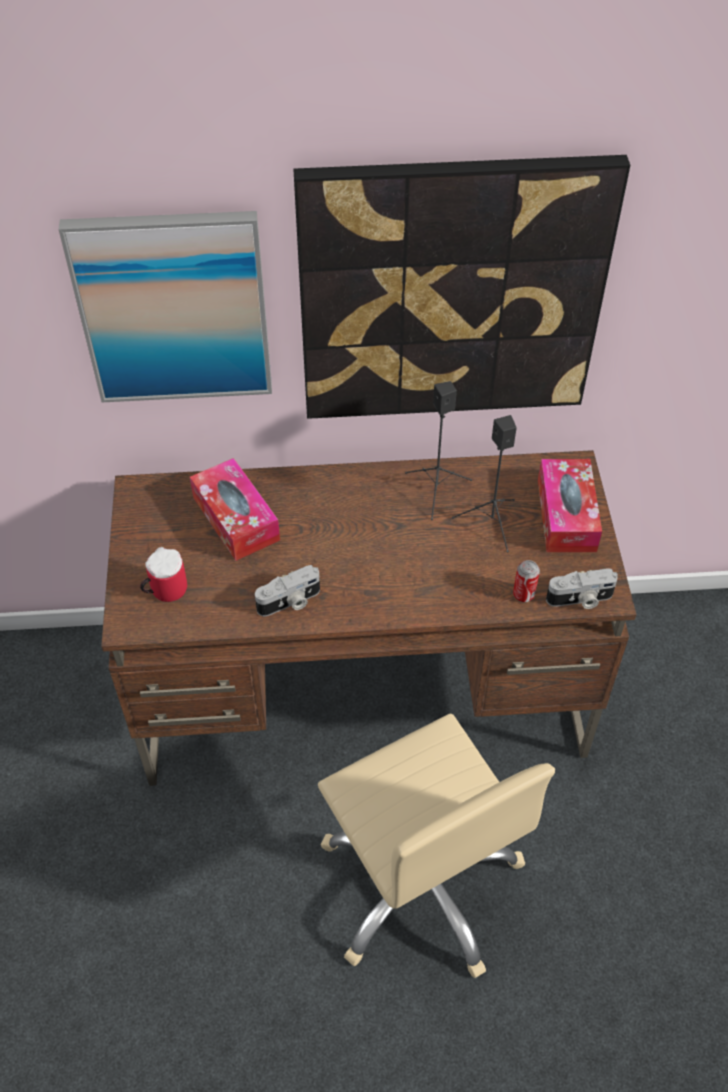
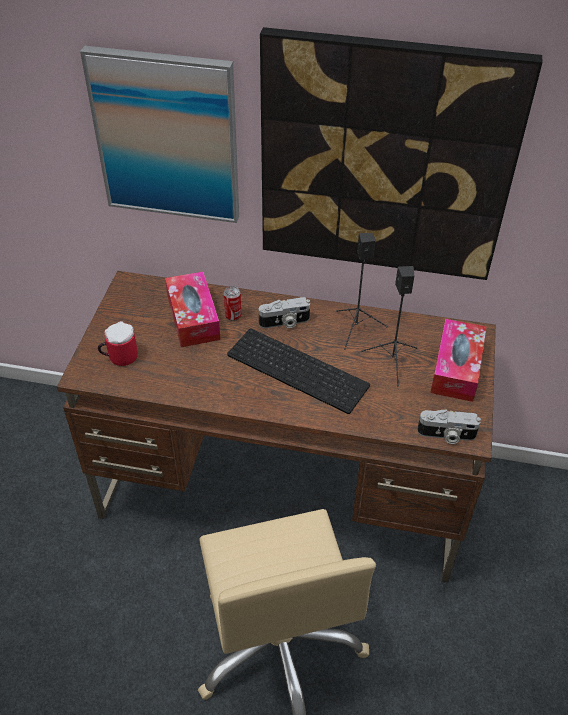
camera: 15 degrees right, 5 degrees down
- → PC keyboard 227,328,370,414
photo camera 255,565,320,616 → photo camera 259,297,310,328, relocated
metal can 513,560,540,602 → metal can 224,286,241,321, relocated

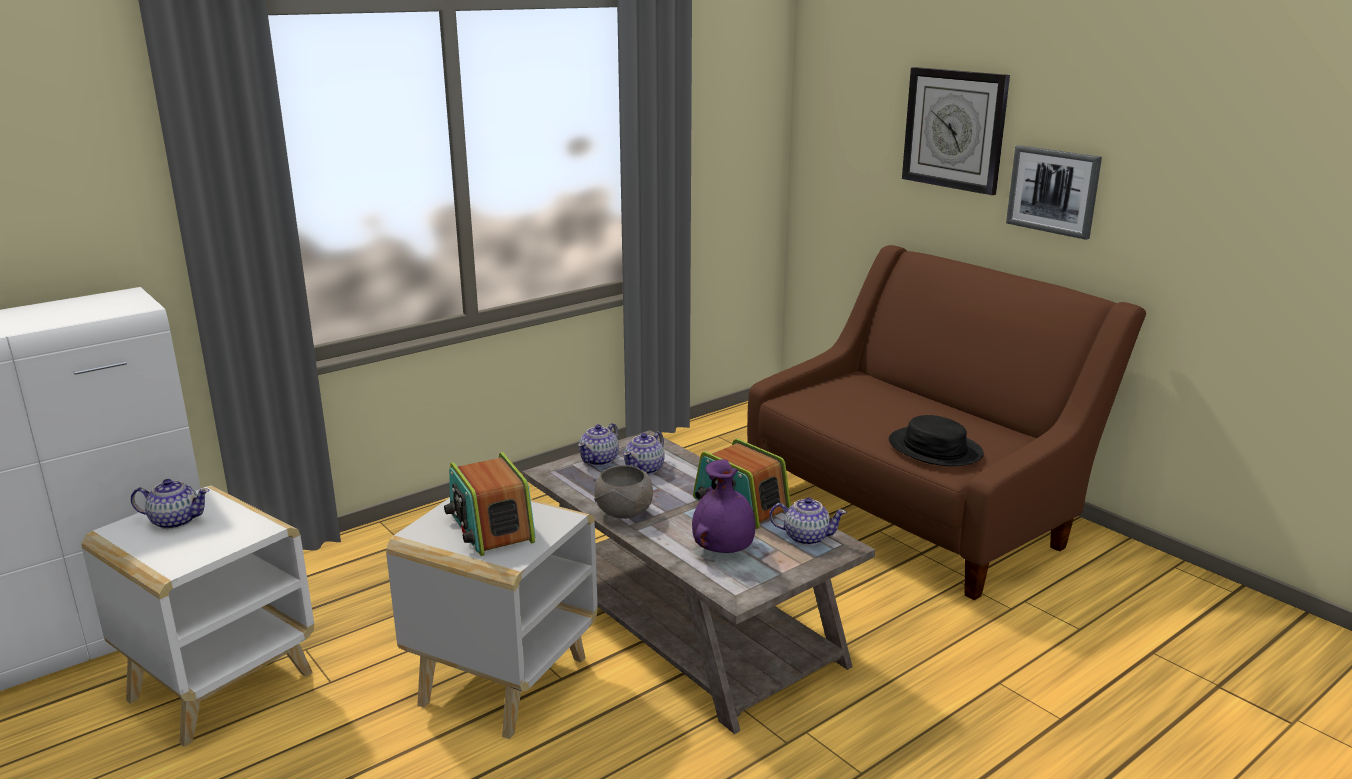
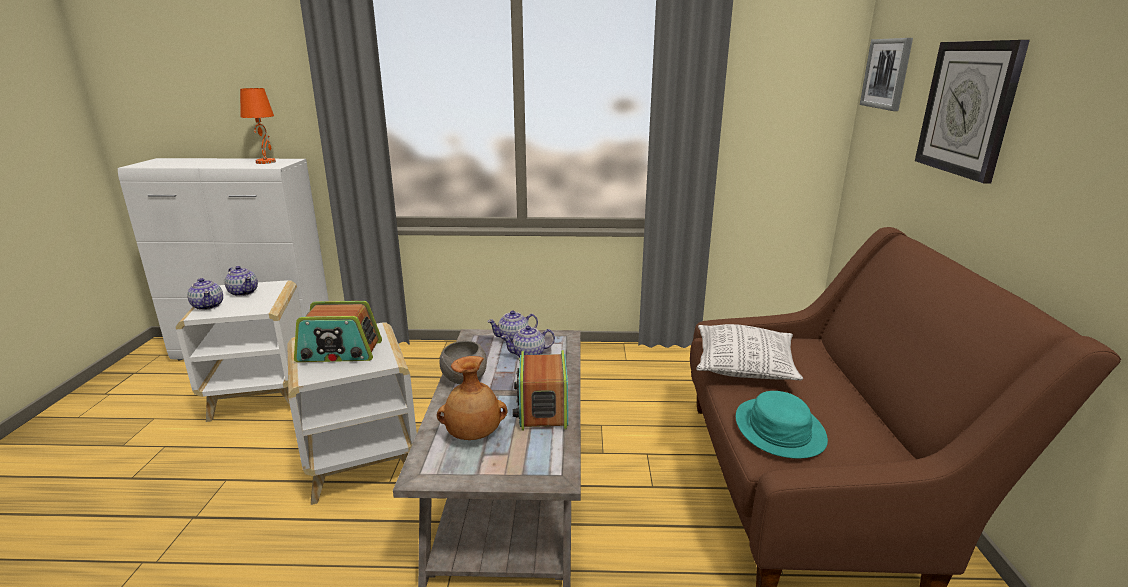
camera: 40 degrees right, 0 degrees up
- → tabletop lamp in orangey 240,88,276,164
- → pillow 696,324,803,380
teapot 769,497,847,546 → teapot 187,278,223,310, relocated
wall picture 1006,145,1102,240 → wall picture 860,38,913,111, relocated
decorative vase in purplish 692,459,755,553 → decorative vase in brown-coloured 437,356,507,440
wearable hat in blackish 889,415,984,466 → wearable hat in blue-green 736,391,828,459
radio receiver 444,452,535,556 → radio receiver 294,301,382,362, 105 degrees counterclockwise

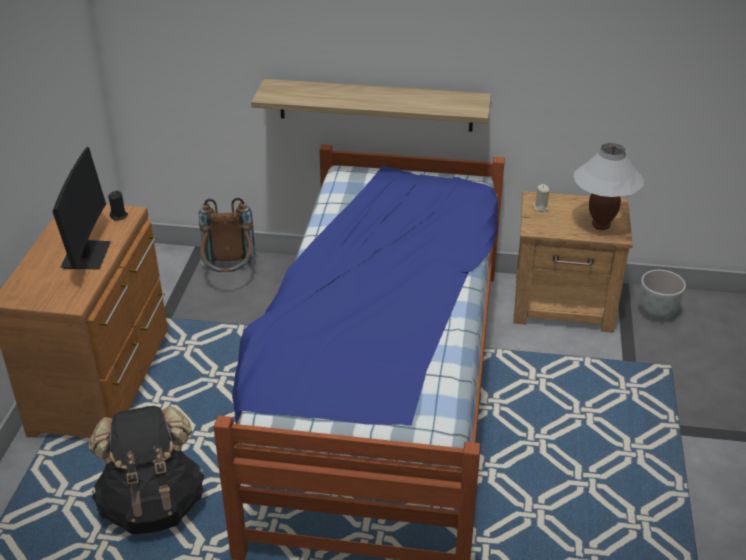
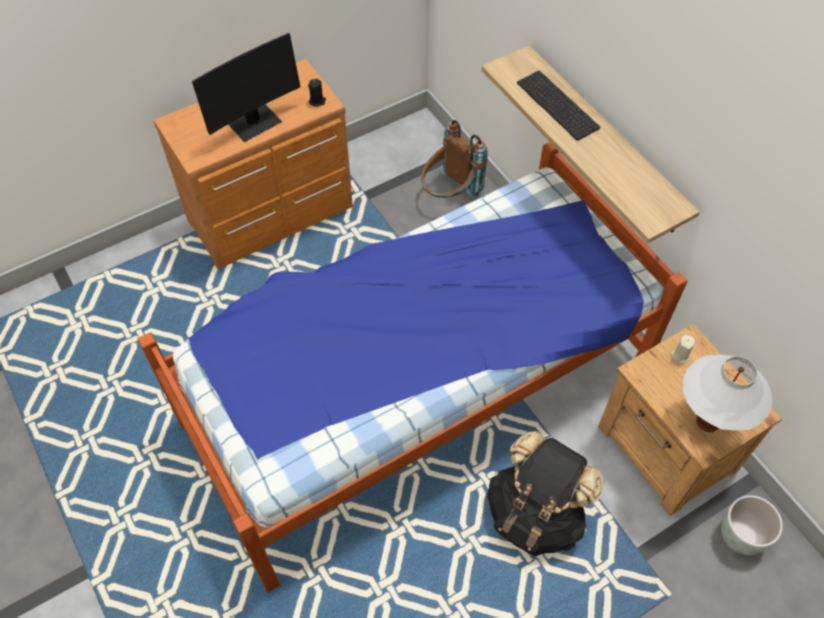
camera: 50 degrees right, 20 degrees up
- → PC keyboard 517,71,600,141
knapsack in blackish 89,406,205,534 → knapsack in blackish 487,431,604,556, relocated

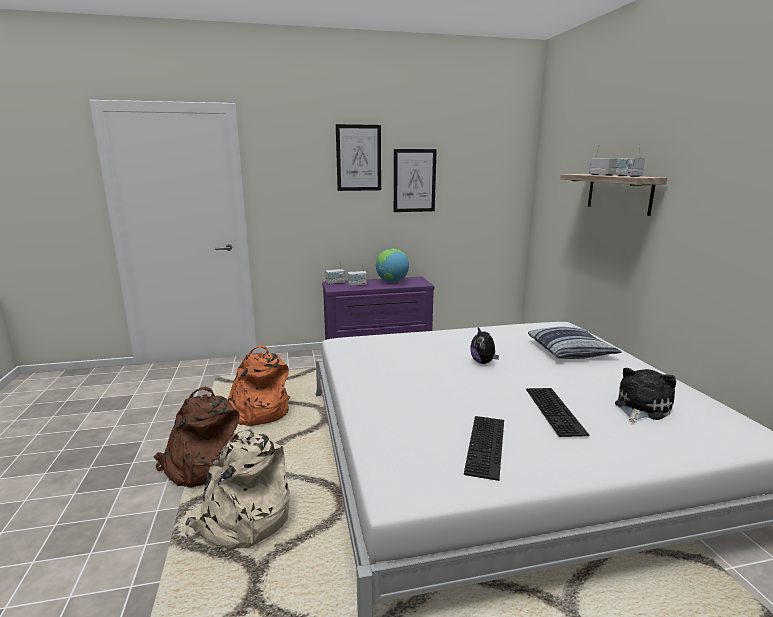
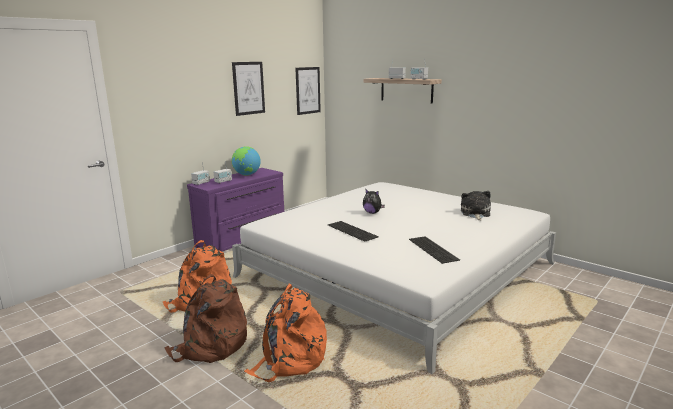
camera: 35 degrees left, 0 degrees up
pillow 528,327,622,359 → -
wall picture 336,124,381,191 → wall picture 295,67,321,115, relocated
PC keyboard 526,388,589,437 → PC keyboard 328,221,379,242, relocated
knapsack in sand-coloured 184,426,290,550 → knapsack in orangey 244,283,327,382

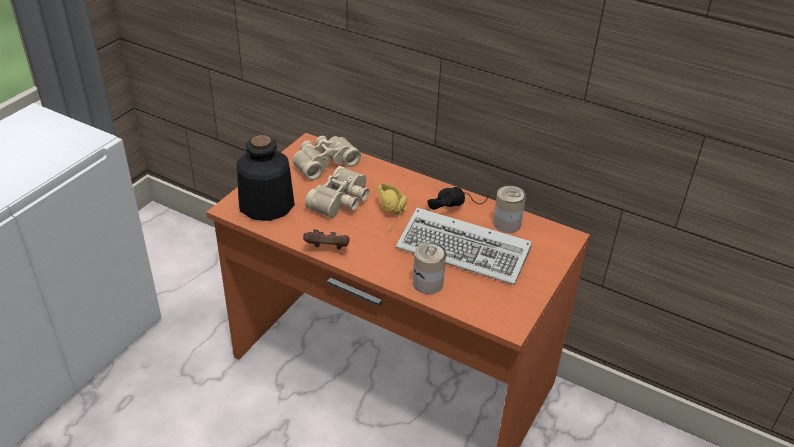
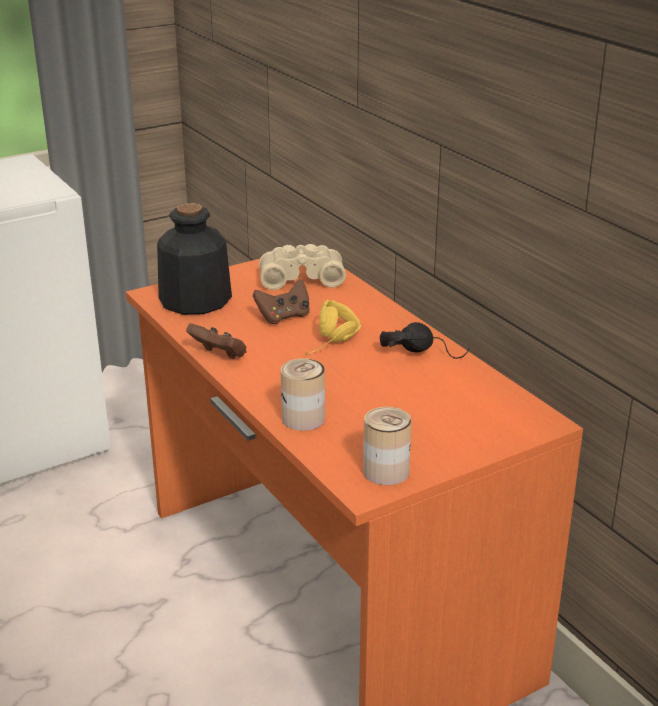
camera: 30 degrees right, 10 degrees down
PC keyboard 396,208,532,285 → -
metal can 493,186,526,233 → metal can 363,407,412,485, relocated
binoculars in sand-coloured 305,166,369,218 → joypad in brown-coloured 253,279,310,324

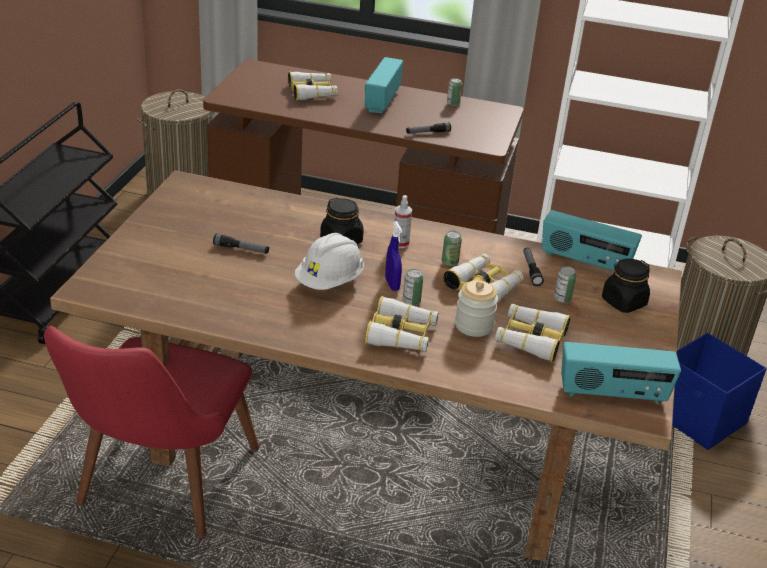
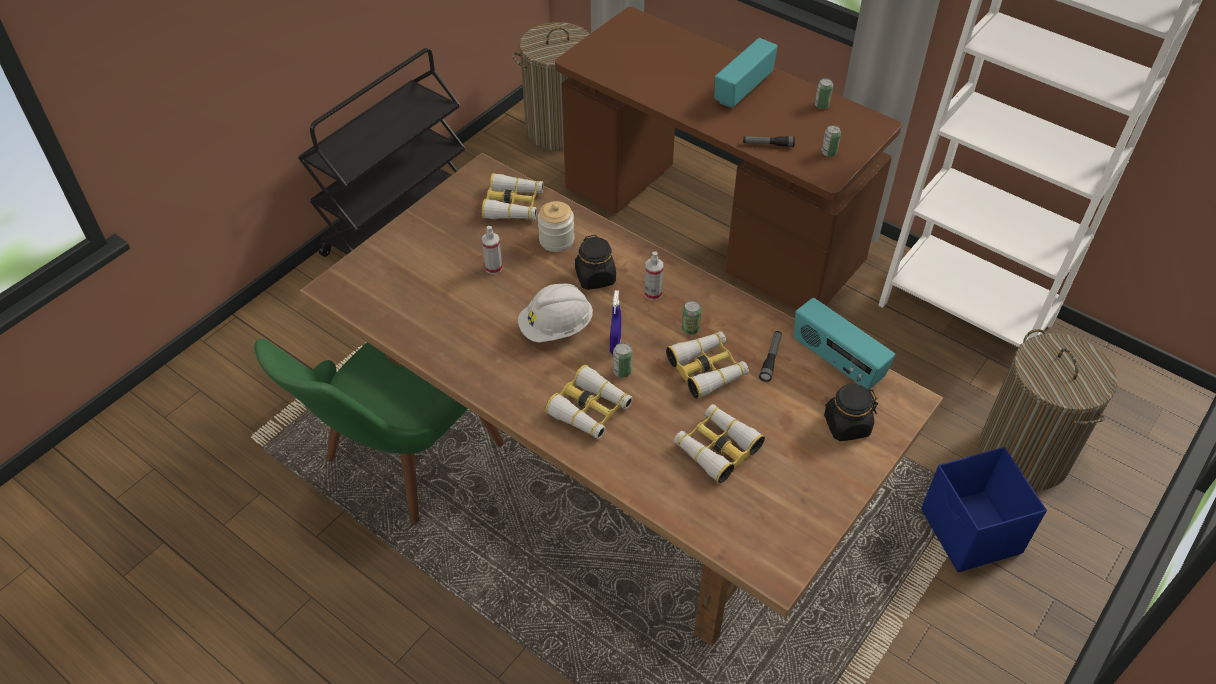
camera: 25 degrees right, 15 degrees up
radio receiver 561,342,681,404 → -
binoculars 288,72,338,100 → binoculars 482,173,544,220, relocated
jar 455,280,498,337 → jar 538,201,574,252, relocated
metal can 554,266,576,303 → metal can 821,125,841,157, relocated
hand torch 213,233,269,253 → spray bottle 482,226,503,274
upright chair in reddish 44,326,259,538 → upright chair in green-coloured 254,339,504,524

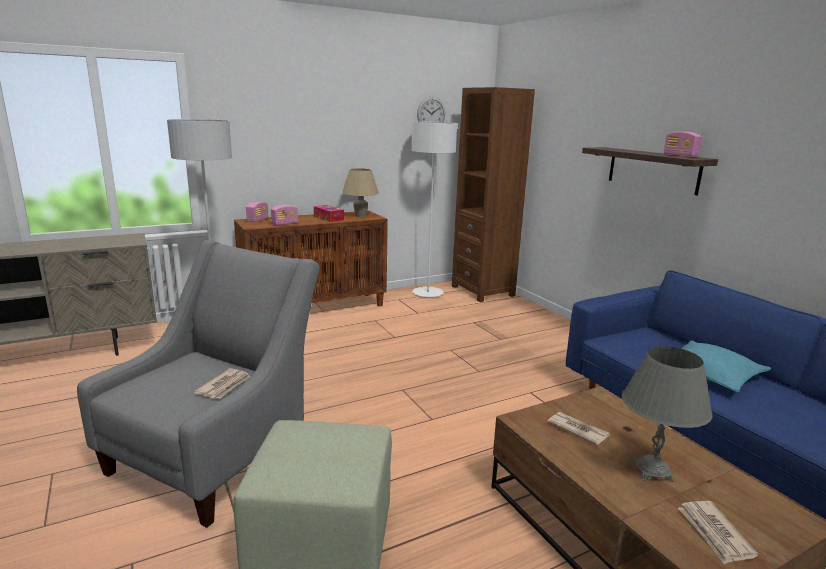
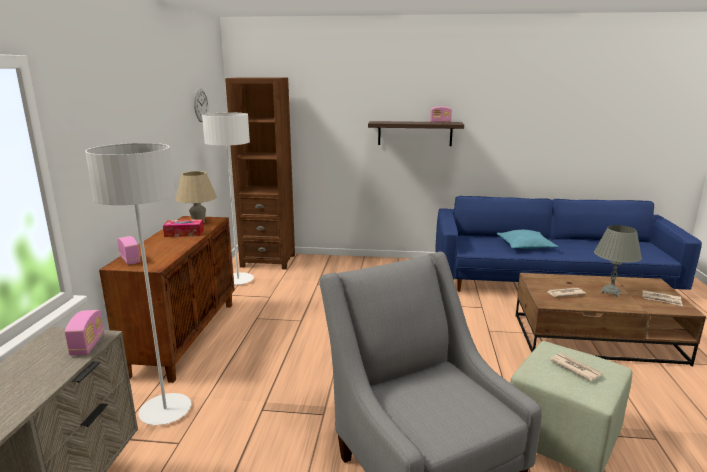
camera: 55 degrees left, 0 degrees up
newspaper 194,368,251,399 → newspaper 549,353,603,381, relocated
radio receiver 271,205,298,226 → radio receiver 65,310,104,356, relocated

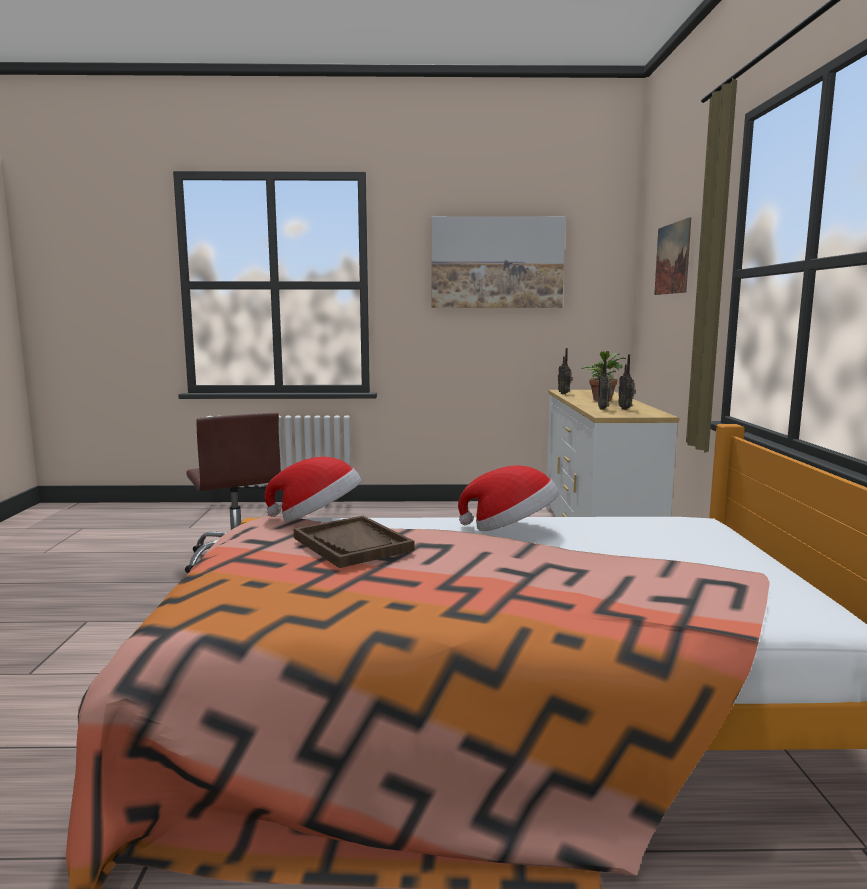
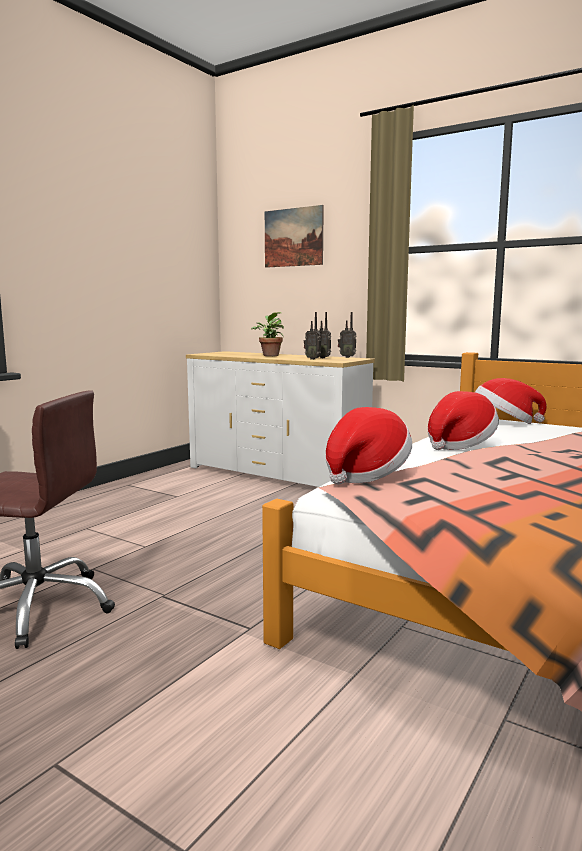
camera: 55 degrees left, 0 degrees up
serving tray in brown-coloured 294,516,414,568 → -
wall picture 432,216,565,308 → -
- → wearable hat 475,378,547,424
radio receiver 558,348,573,394 → radio receiver 338,312,357,358, relocated

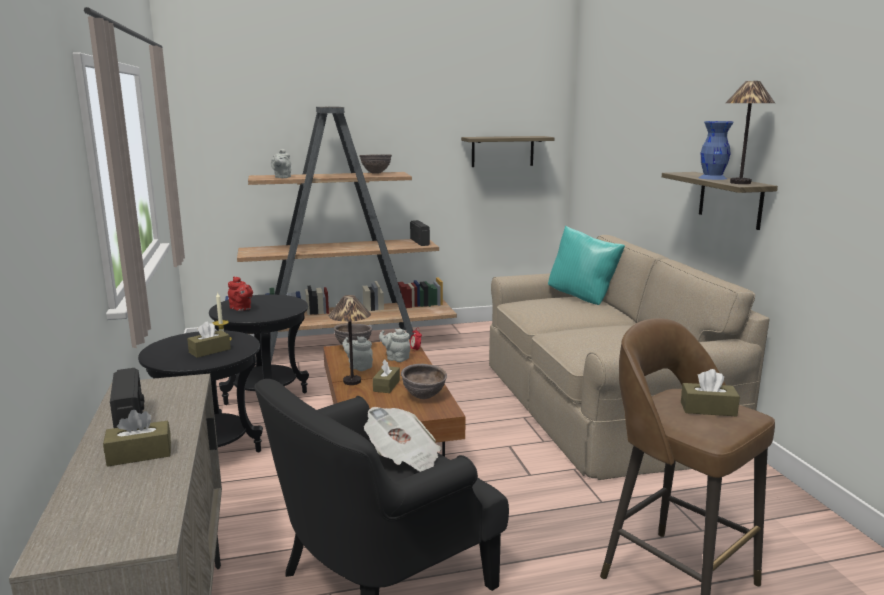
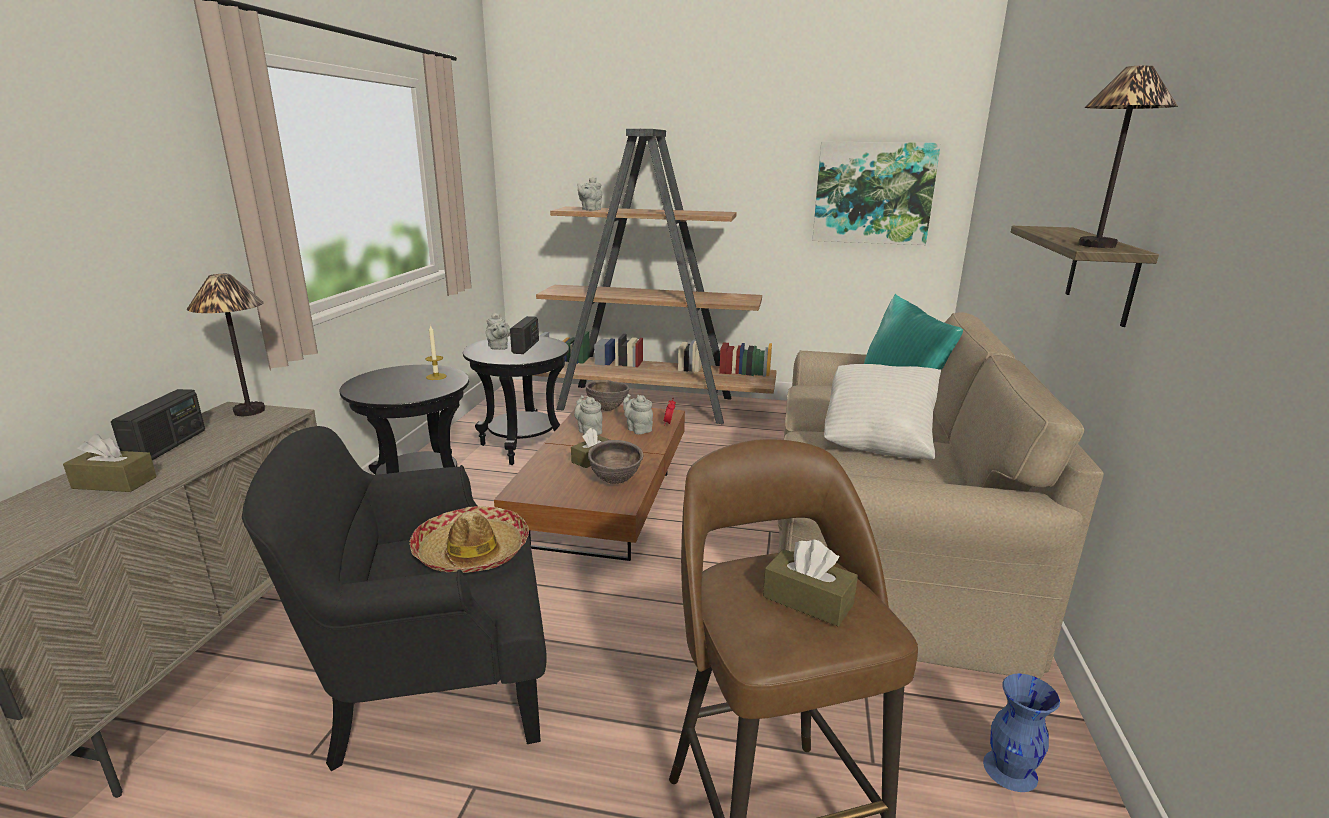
camera: 25 degrees right, 5 degrees up
tissue holder in brown-coloured 187,321,231,358 → -
serving bowl in brown-coloured 359,154,392,174 → -
- → pillow in whitish 824,364,942,460
tabletop lamp 329,295,371,385 → tabletop lamp 187,274,265,416, relocated
radio receiver 410,220,430,246 → radio receiver 510,316,539,354, relocated
decorative vase in blue 698,121,734,180 → decorative vase in blue 983,674,1060,792, relocated
newspaper 364,407,441,472 → wearable hat 409,506,529,573
shelf 461,136,554,167 → wall picture 812,141,941,245
teapot in reddish 228,276,253,311 → teapot in gray 486,312,510,350

